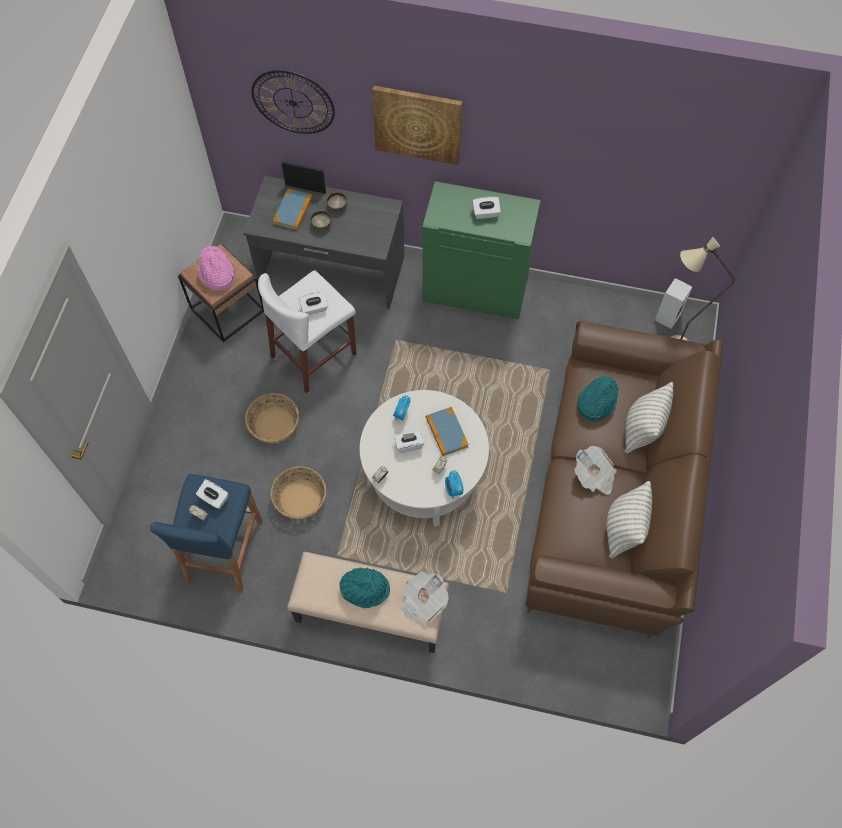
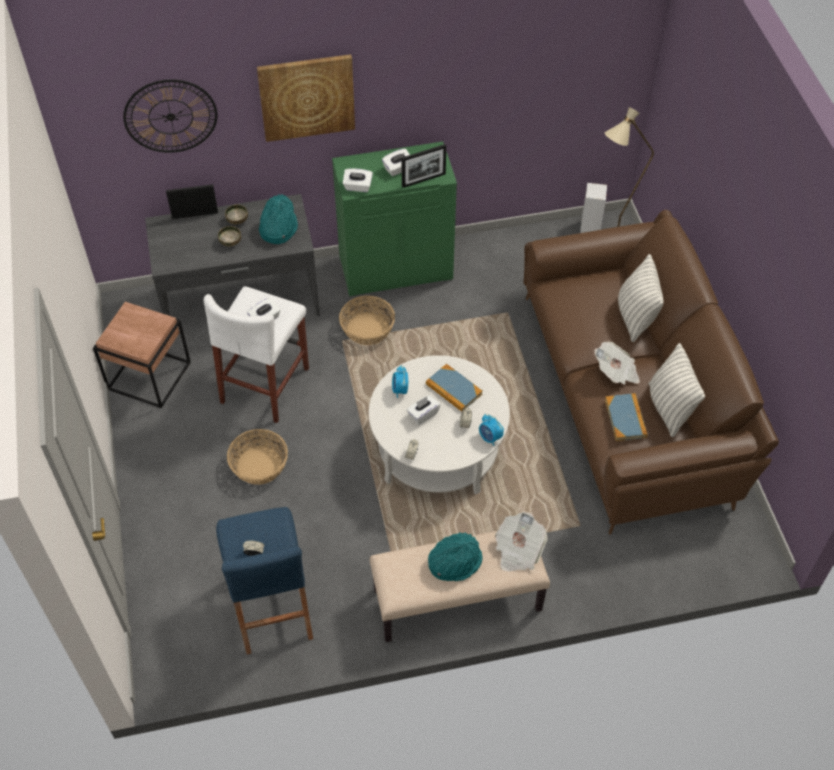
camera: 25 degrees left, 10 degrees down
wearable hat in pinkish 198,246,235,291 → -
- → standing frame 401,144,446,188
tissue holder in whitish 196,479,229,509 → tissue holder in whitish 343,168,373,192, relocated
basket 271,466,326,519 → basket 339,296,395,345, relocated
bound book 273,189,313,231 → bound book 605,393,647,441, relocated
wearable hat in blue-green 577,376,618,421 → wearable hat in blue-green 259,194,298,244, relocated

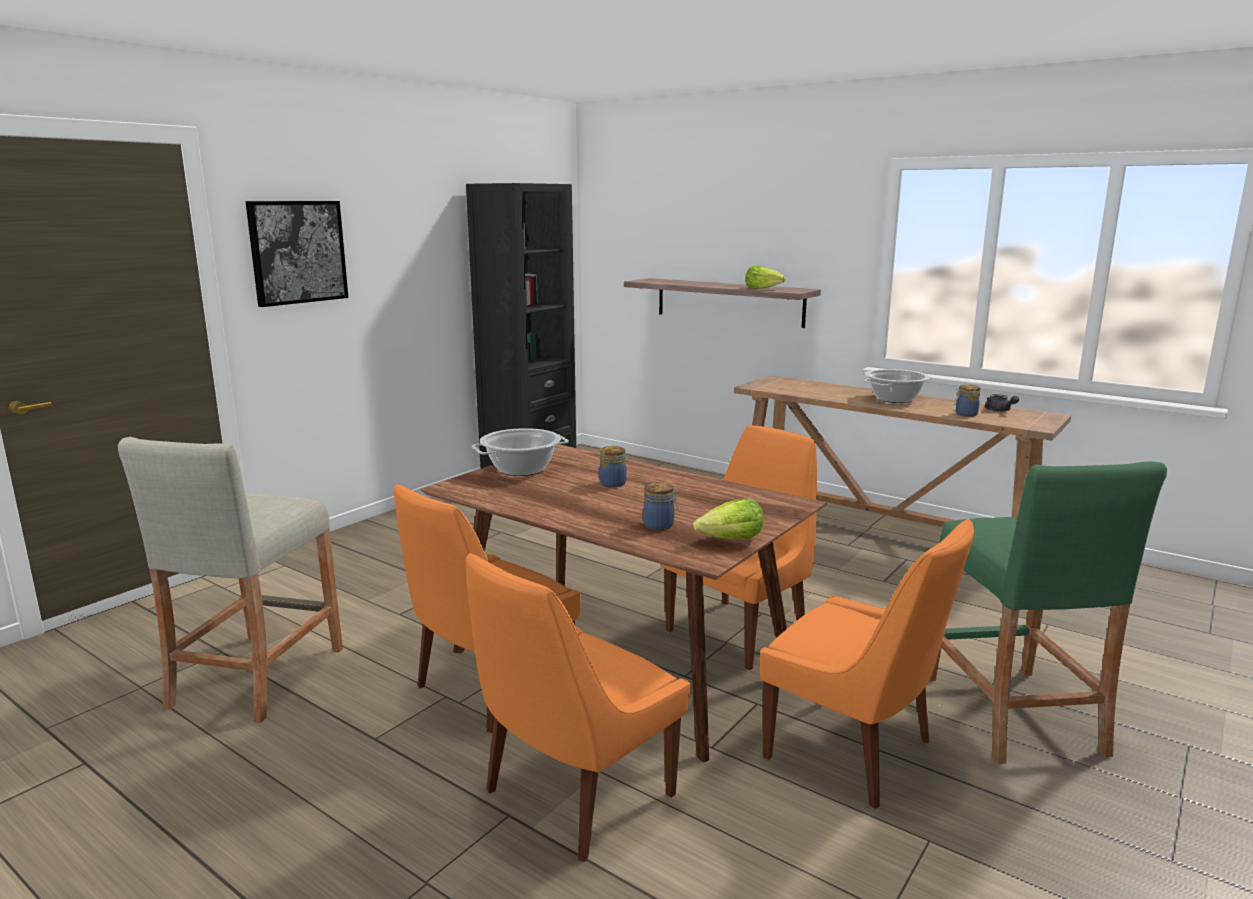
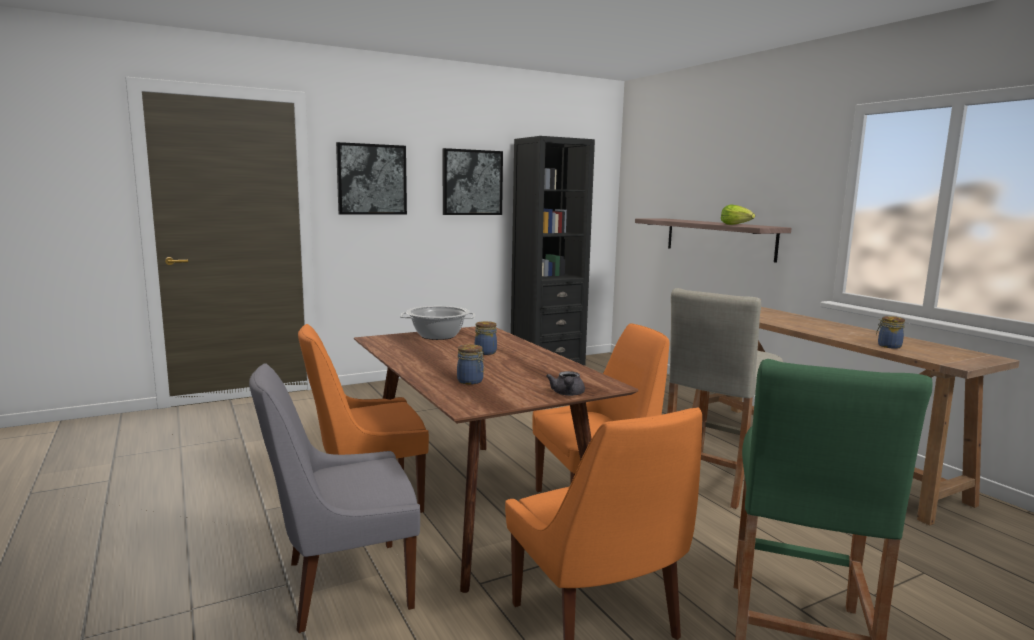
camera: 25 degrees right, 5 degrees down
head of lettuce 693,498,764,539 → -
stockpot 864,369,930,403 → -
- → wall picture 442,148,503,215
sitting stool in sand-coloured 118,437,343,723 → sitting stool in sand-coloured 667,288,783,509, relocated
teapot in gray 985,394,1019,412 → teapot in gray 546,371,585,396, relocated
upright chair in orangey 466,553,690,862 → upright chair in gray 249,363,420,633

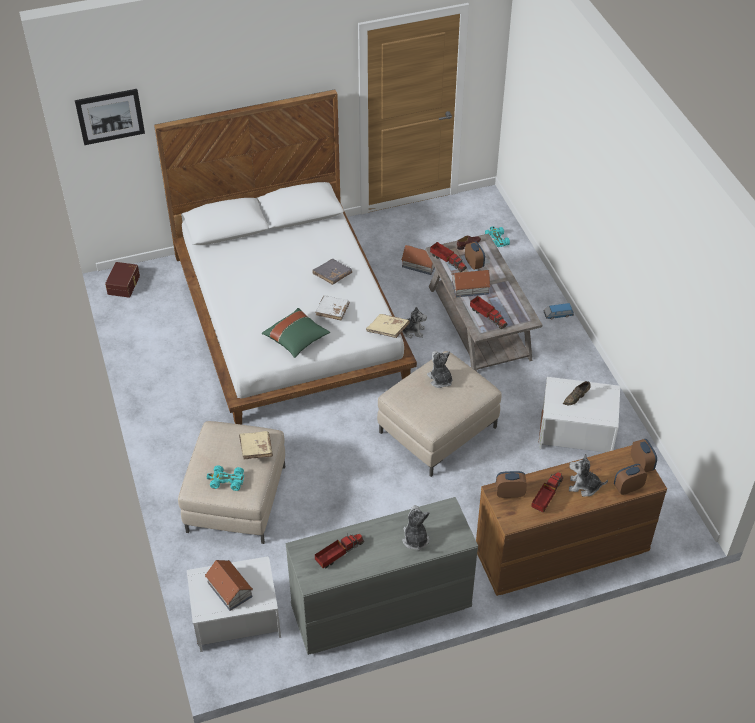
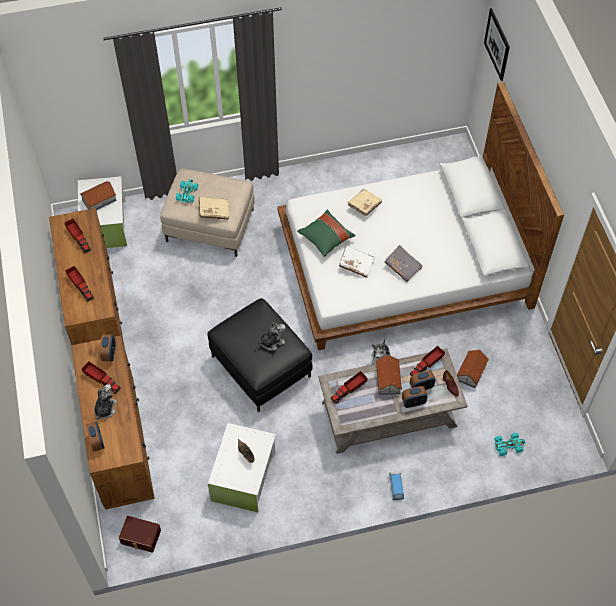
camera: 95 degrees right, 10 degrees up
storage bin in brown-coloured 105,262,140,298 → storage bin in brown-coloured 119,516,161,553, relocated
bound book in sand-coloured 366,314,410,338 → bound book in sand-coloured 348,189,382,216, relocated
bedside clock 631,439,657,472 → bedside clock 402,386,427,408, relocated
soft toy 402,505,430,551 → toy lorry 65,266,94,302
dresser in gray 286,497,478,655 → dresser in brown-coloured 49,208,124,346
ottoman in sand-coloured 377,351,501,477 → ottoman in blackish 207,298,312,412

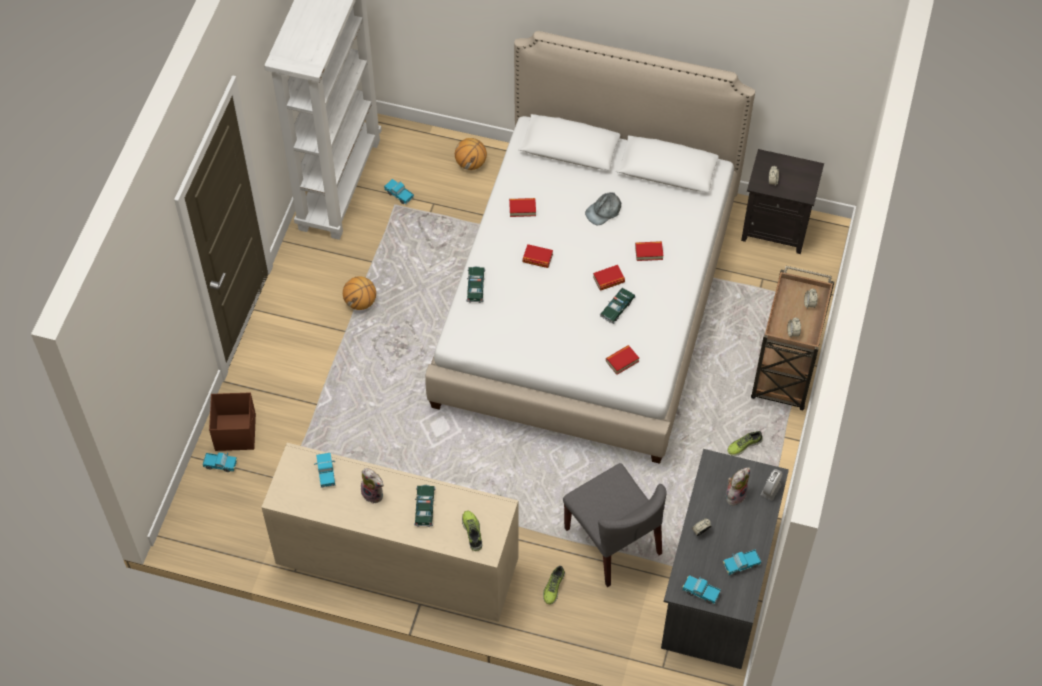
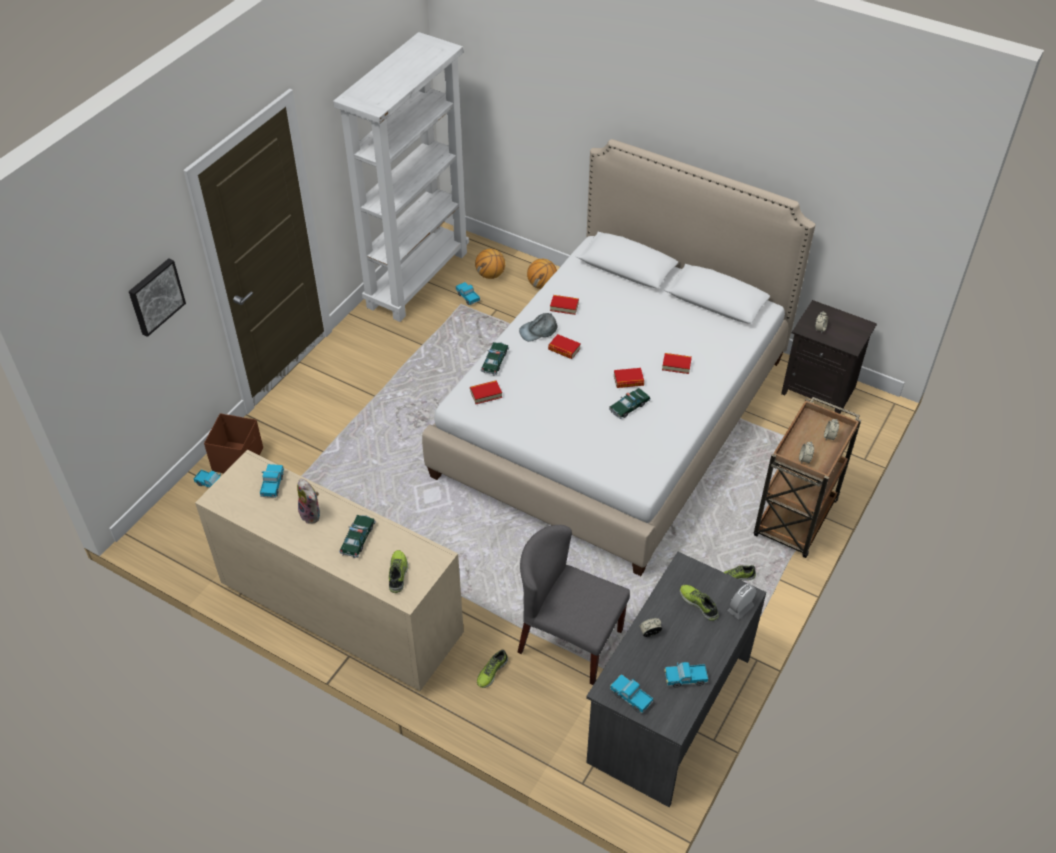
camera: 15 degrees right, 10 degrees down
- → wall picture 129,258,186,337
basketball 343,276,376,310 → basketball 475,249,505,279, relocated
peaked cap in gray 585,192,621,226 → peaked cap in gray 519,313,558,342, relocated
bound book 606,345,639,375 → bound book 470,380,502,404, relocated
soft toy 726,467,750,508 → low shoe 680,585,719,621
upright chair in gray 563,463,667,587 → upright chair in gray 517,525,630,685, 135 degrees clockwise

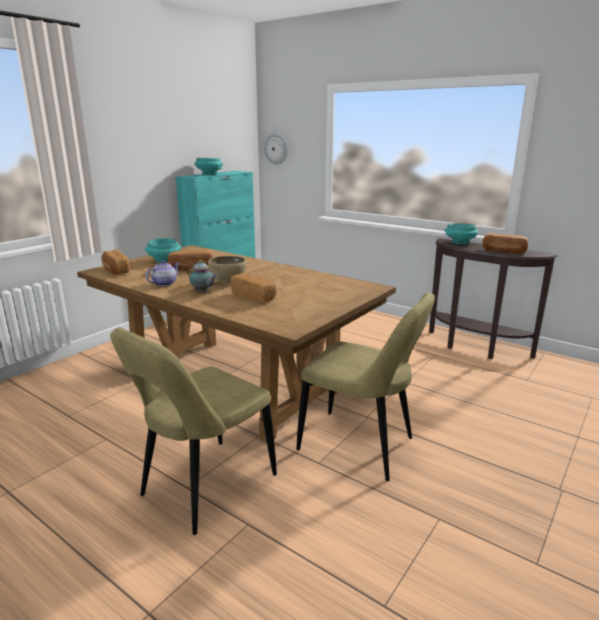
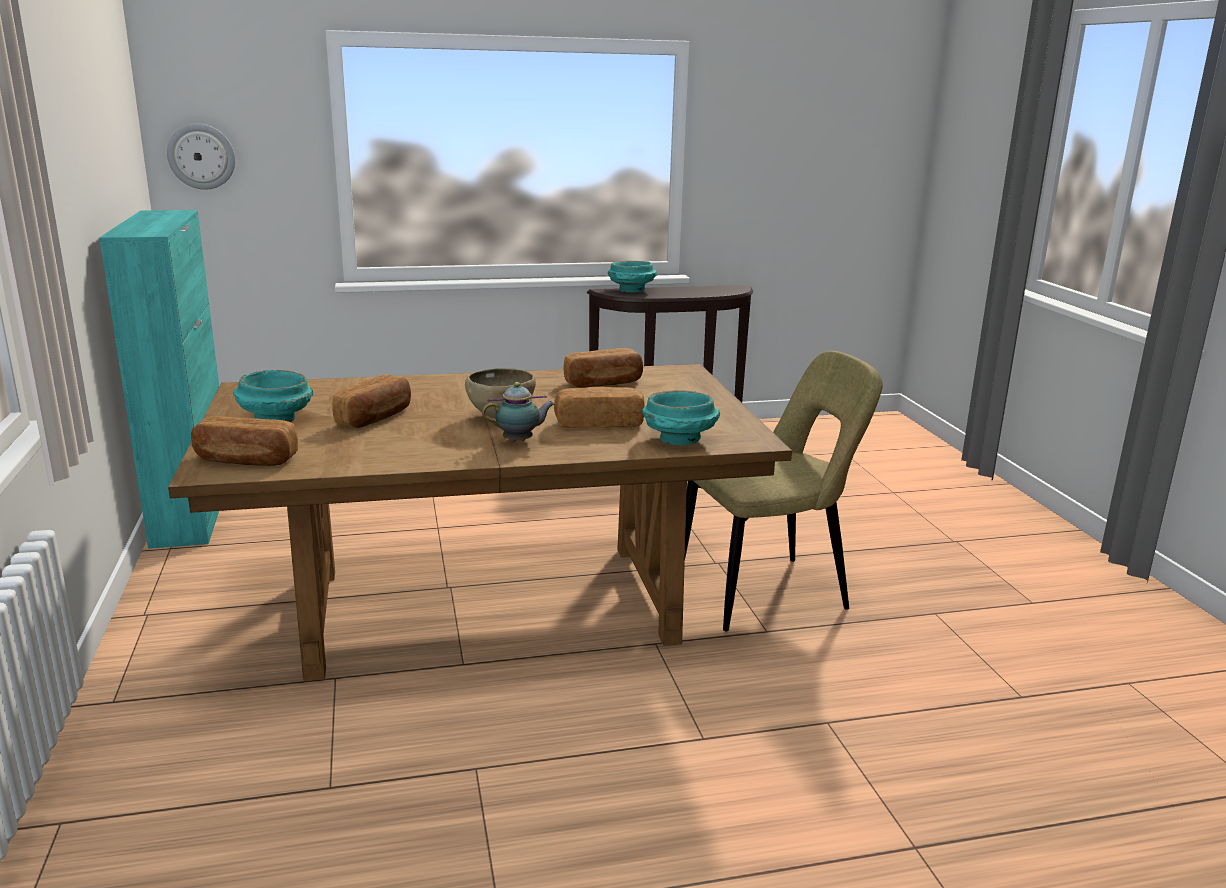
camera: 50 degrees left, 0 degrees up
upright chair in sand-coloured 110,327,277,535 → -
teapot 146,261,180,286 → -
serving bowl in blue-green 194,158,223,175 → serving bowl in blue-green 642,390,720,445, relocated
bread 482,233,528,254 → bread 563,348,643,388, relocated

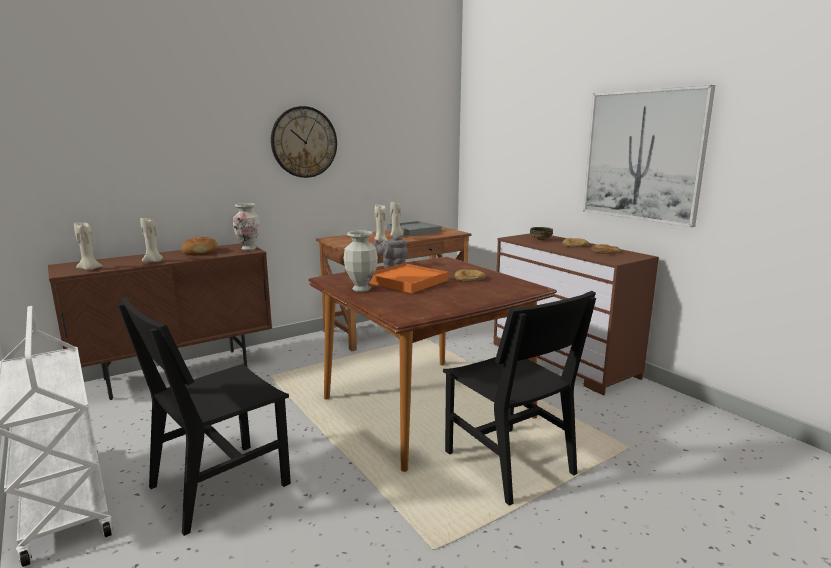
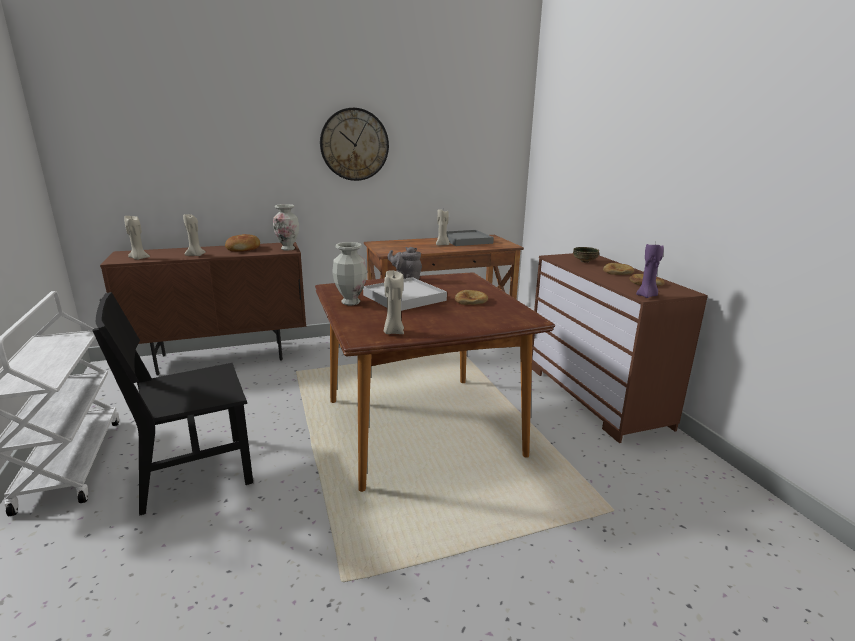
camera: 15 degrees right, 5 degrees up
upright chair in blackish 443,291,596,506 → -
wall picture 583,85,715,227 → -
- → wax candle in purplish 636,243,664,298
wax candle in sand-coloured 374,205,388,242 → wax candle in sand-coloured 384,270,404,334, relocated
serving tray in orangey 369,263,448,293 → serving tray in whitish 363,277,447,311

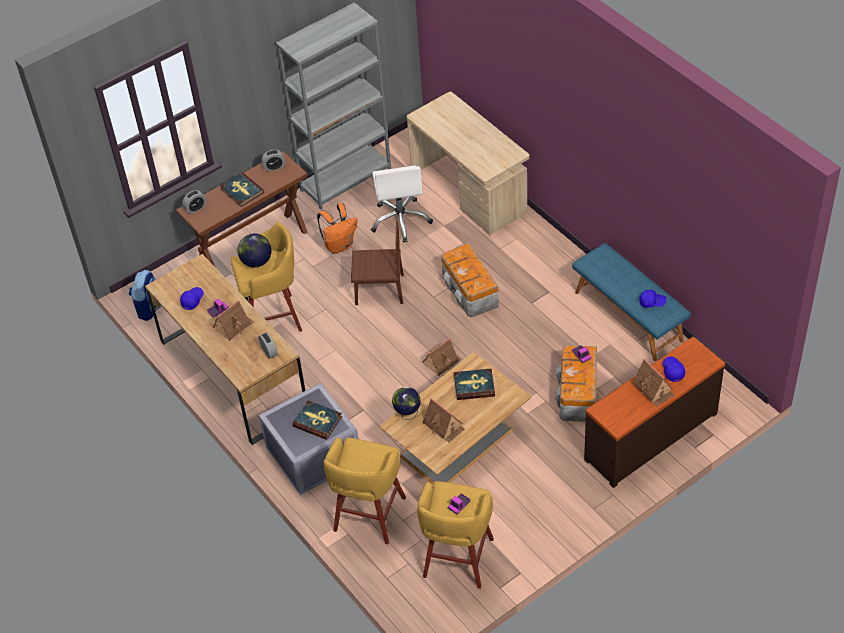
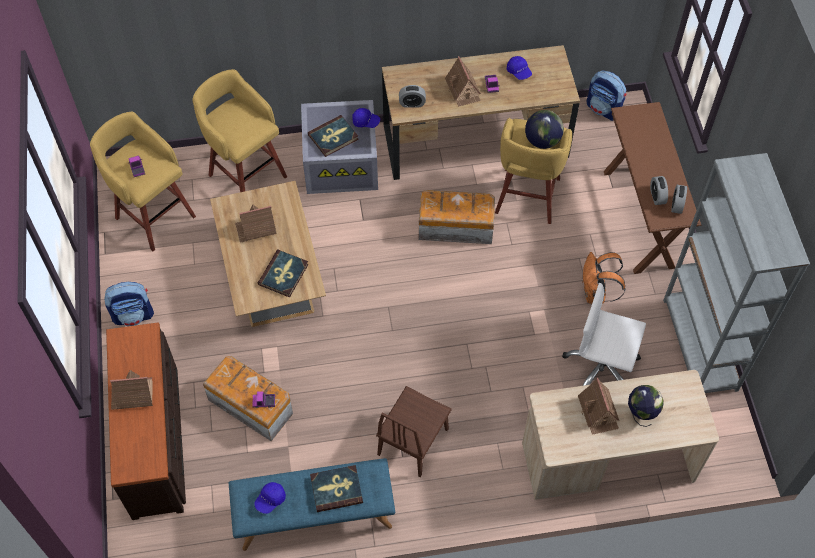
camera: 115 degrees right, 10 degrees up
- → knapsack 104,282,154,326
bedside clock 182,190,207,214 → bedside clock 650,176,668,205, relocated
bound book 220,172,264,207 → bound book 310,465,363,512, relocated
upright chair in brown-coloured 351,221,404,305 → upright chair in brown-coloured 376,386,452,477, relocated
desk globe 392,387,421,420 → desk globe 628,385,664,427, relocated
miniature house 423,338,462,377 → miniature house 578,378,619,435, relocated
storage bin 441,243,499,317 → storage bin 419,190,495,244, relocated
peaked cap in blue 663,356,685,382 → peaked cap in blue 352,108,380,128, relocated

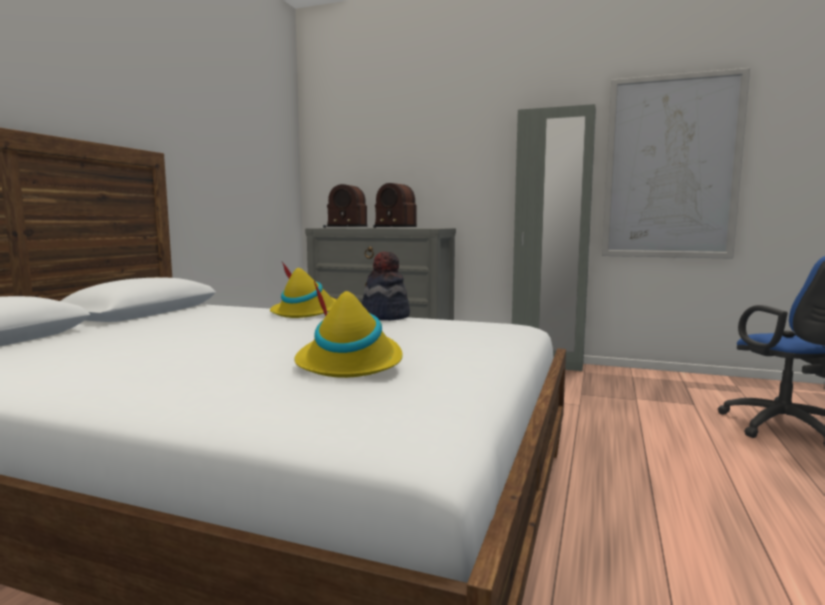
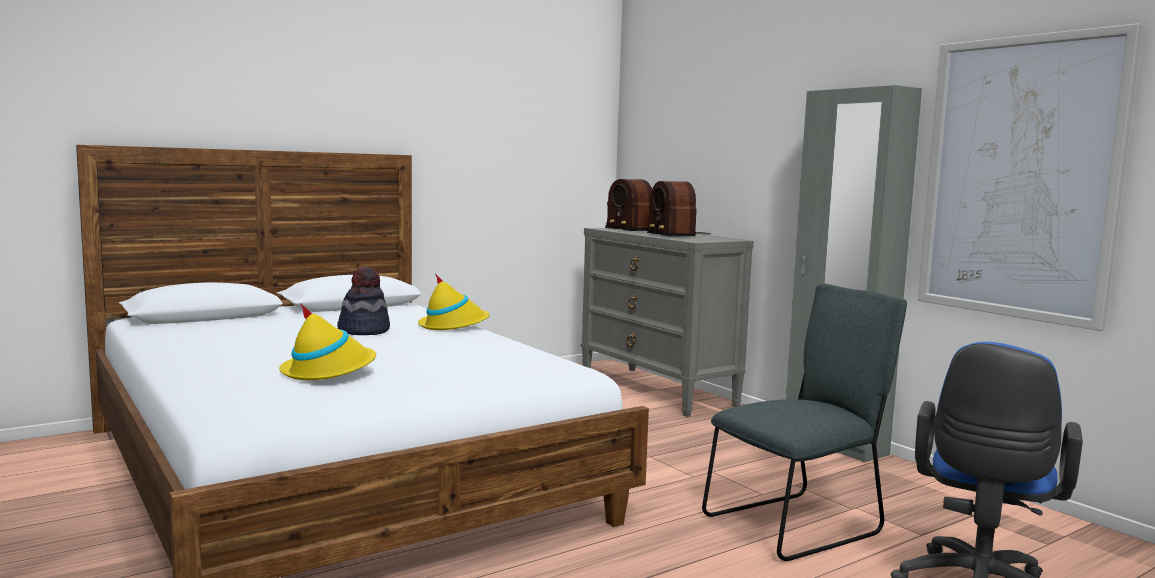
camera: 35 degrees right, 0 degrees up
- → upright chair in gray 702,284,907,561
wearable hat 362,252,410,320 → wearable hat 337,267,390,335, relocated

